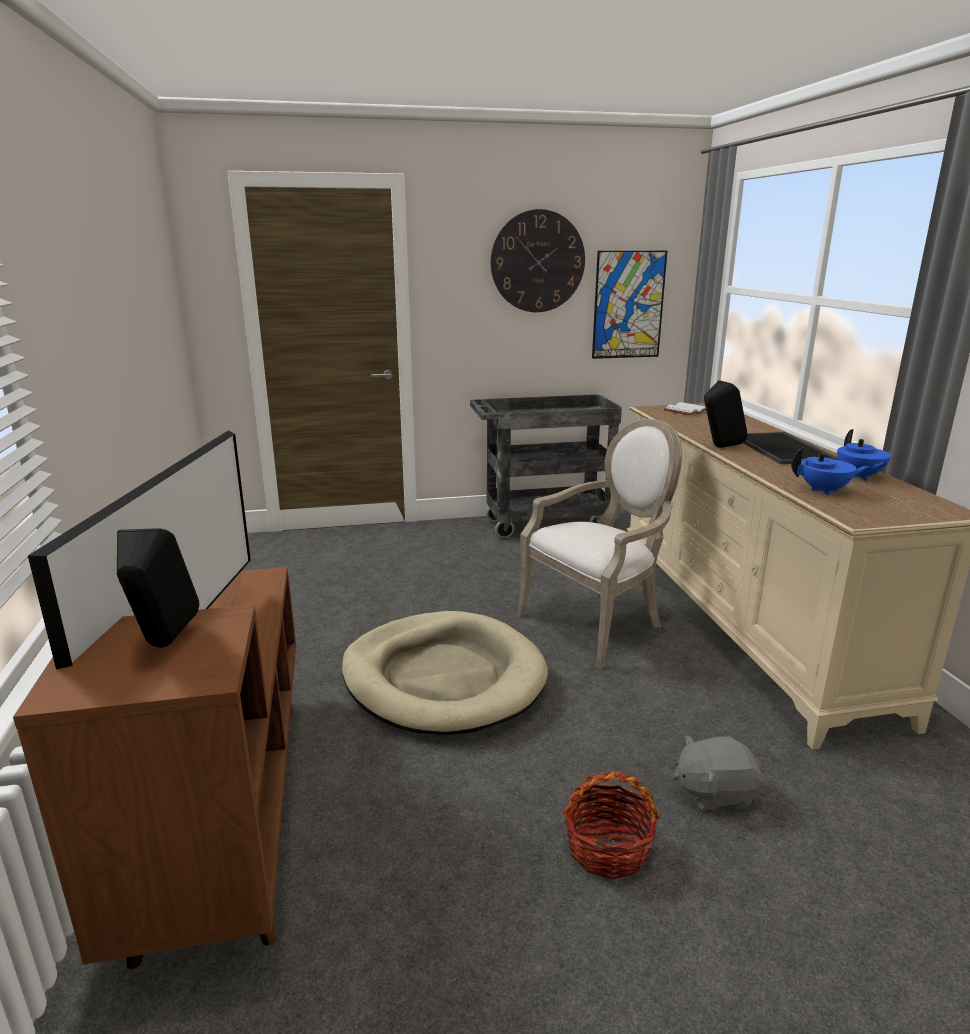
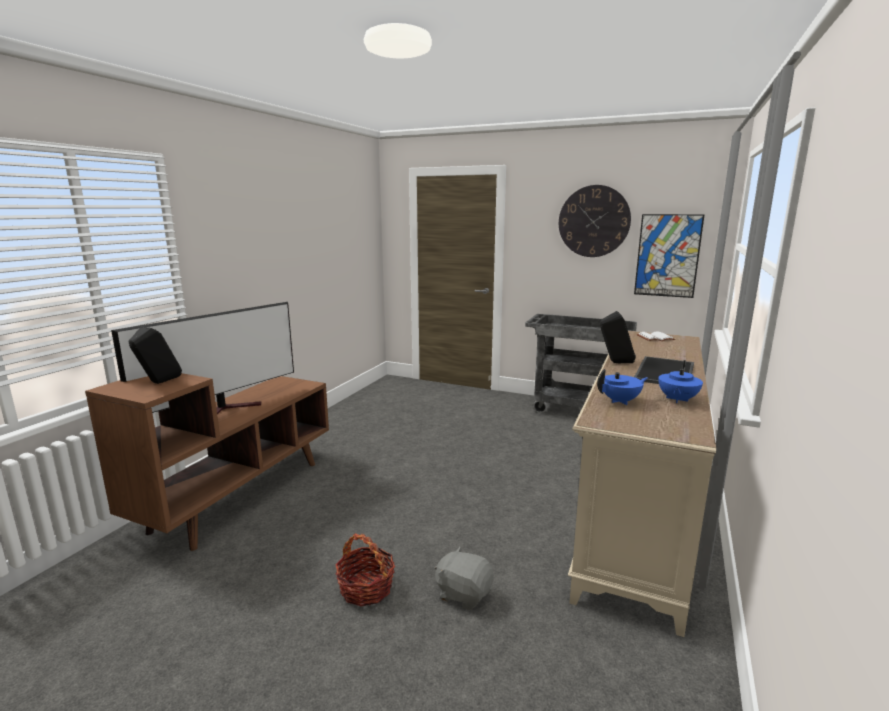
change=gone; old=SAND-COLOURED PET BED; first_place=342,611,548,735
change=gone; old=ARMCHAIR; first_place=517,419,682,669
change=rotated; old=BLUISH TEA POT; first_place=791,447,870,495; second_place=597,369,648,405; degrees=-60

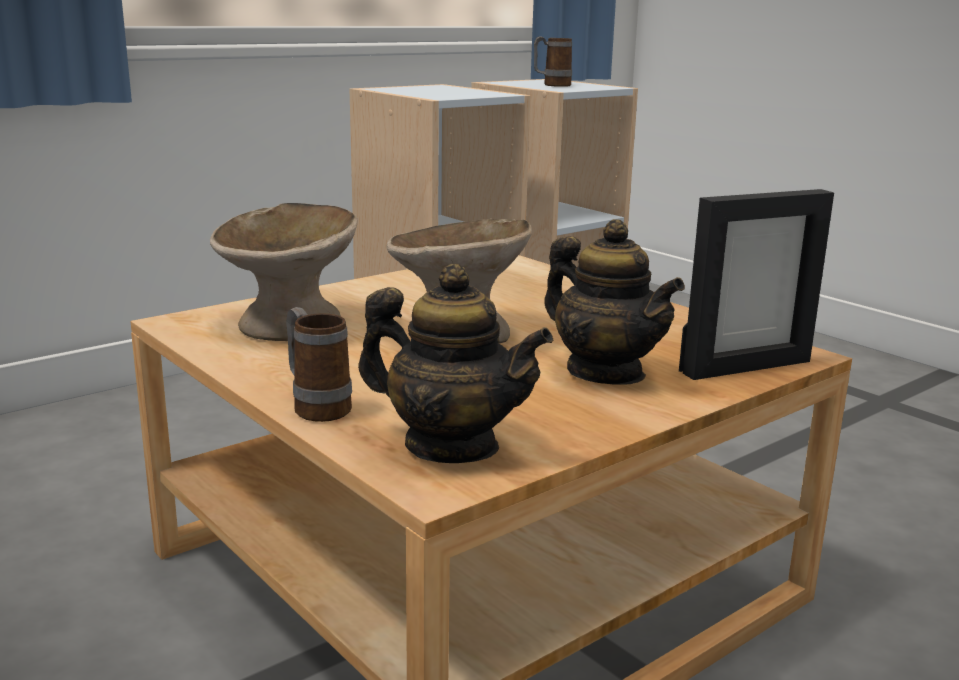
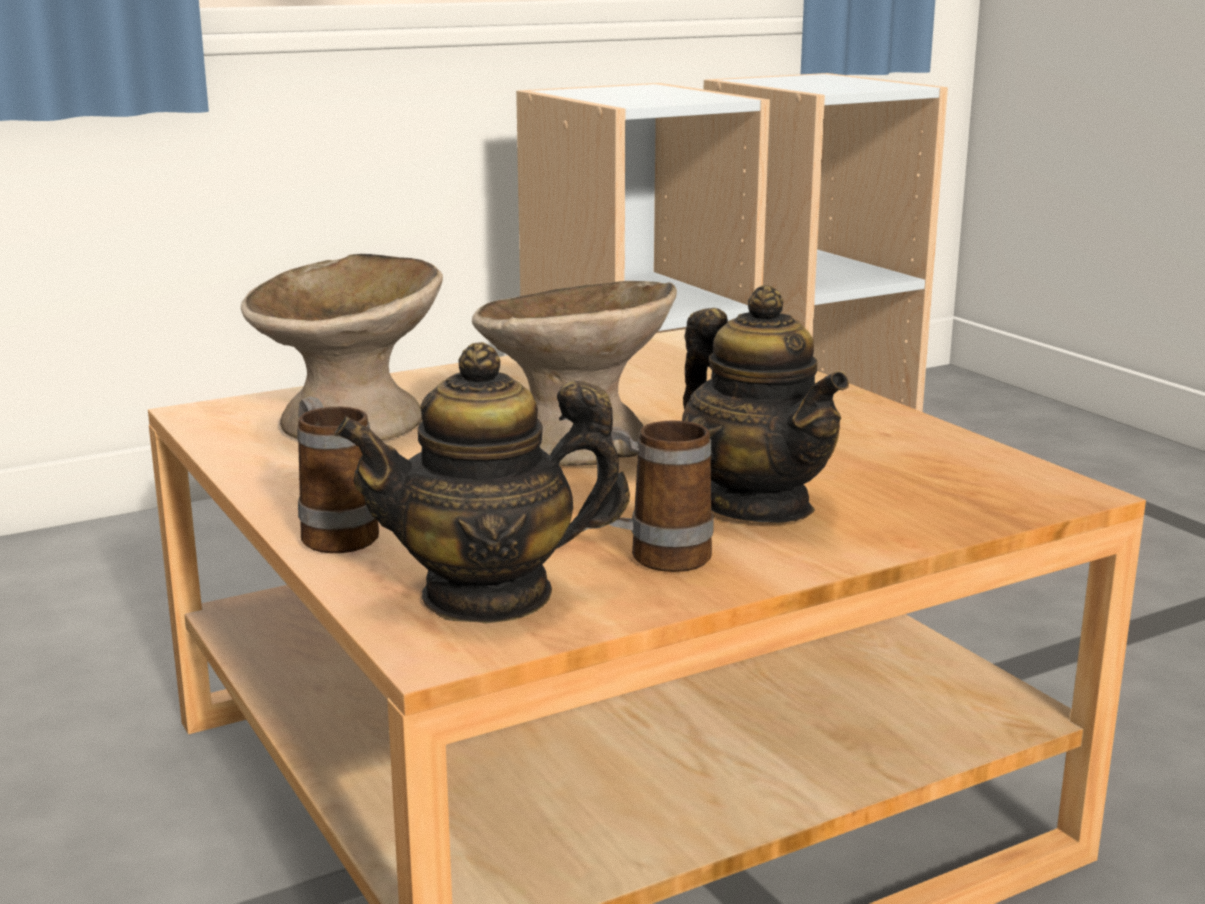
change=rotated; old=TEA POT; first_place=358,264,553,463; second_place=334,342,630,624; degrees=135
change=shifted; old=TEA MUG; first_place=534,36,572,87; second_place=596,421,714,572
change=gone; old=STANDING FRAME; first_place=679,189,834,380

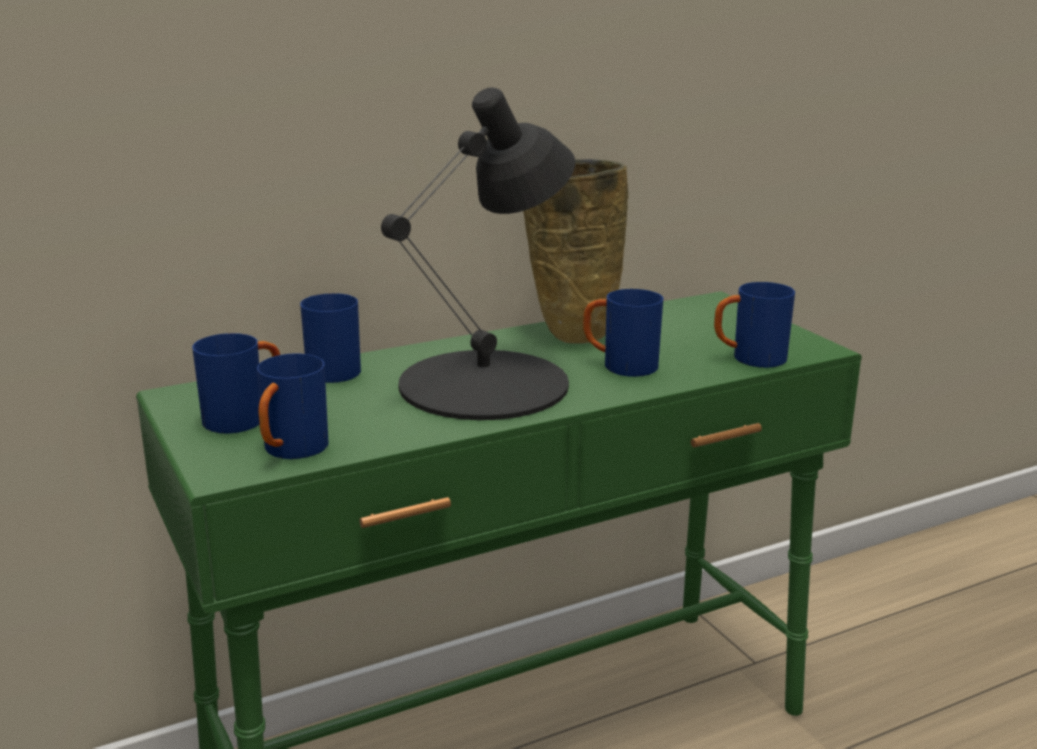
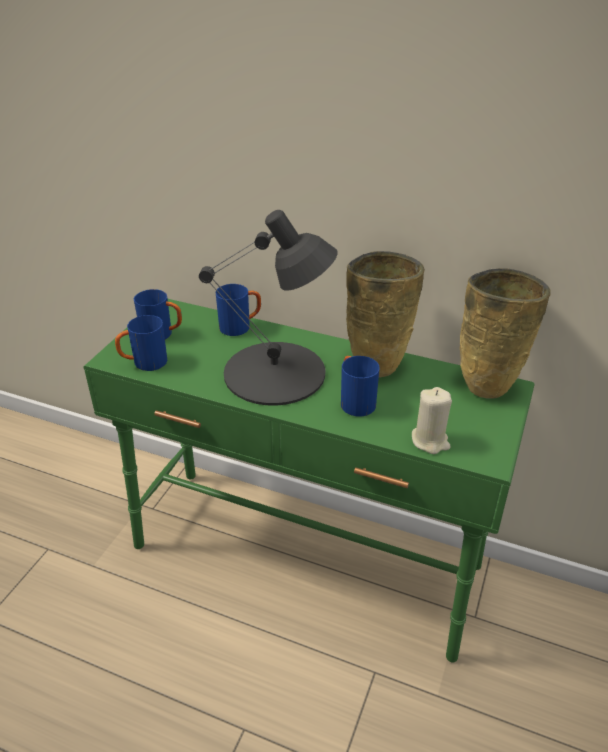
change=swapped; old=BLUISH TEA MUG; new=SAND-COLOURED WAX LIGHT; first_place=714,282,795,368; second_place=412,387,452,454
change=new; new=SAND-COLOURED VASE; second_place=460,268,551,399

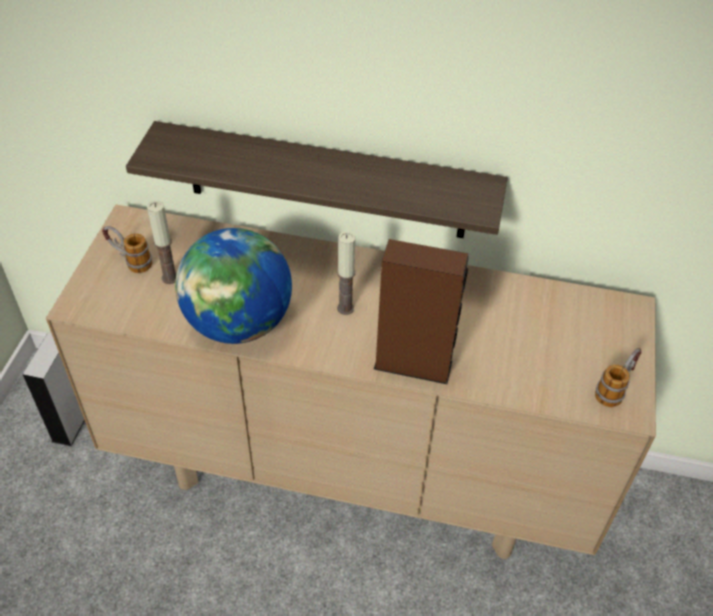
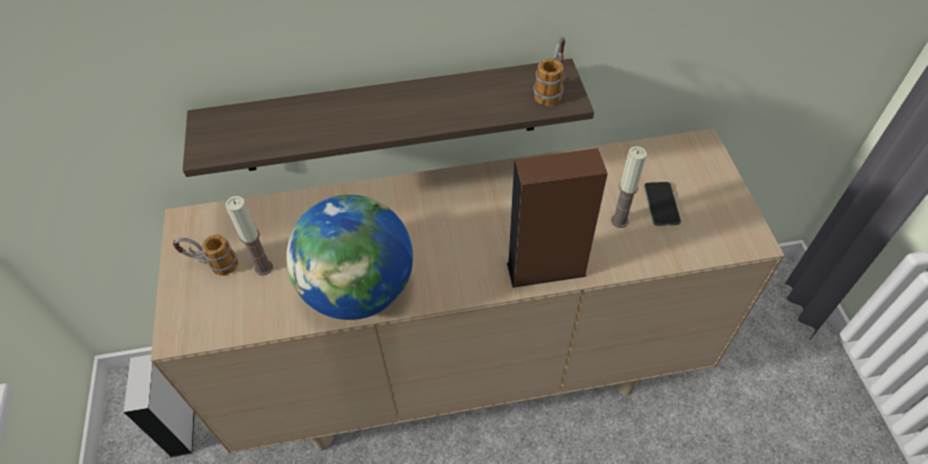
change=shifted; old=WAX LIGHT; first_place=337,231,355,315; second_place=611,146,647,228
change=shifted; old=TEA MUG; first_place=595,348,642,407; second_place=534,37,565,106
change=new; new=PHONE; second_place=644,182,681,226

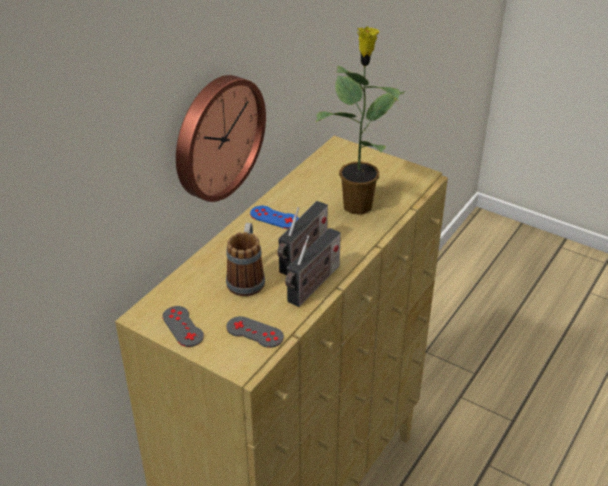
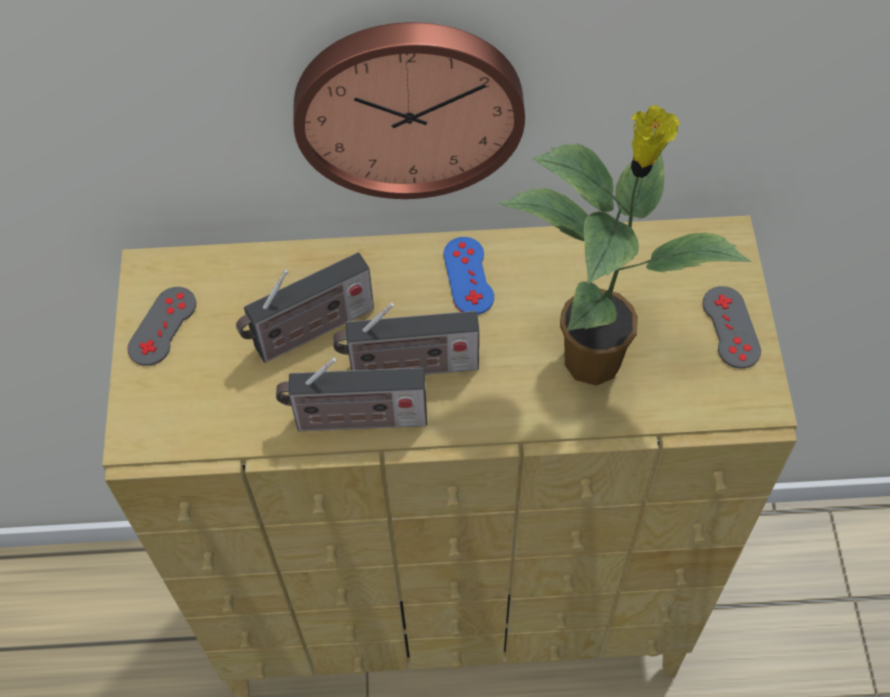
change=swapped; old=TEA MUG; new=RADIO SET; first_place=226,223,265,296; second_place=236,252,374,363
change=shifted; old=GREY GAME CONTROLLER; first_place=226,316,284,348; second_place=702,286,761,369

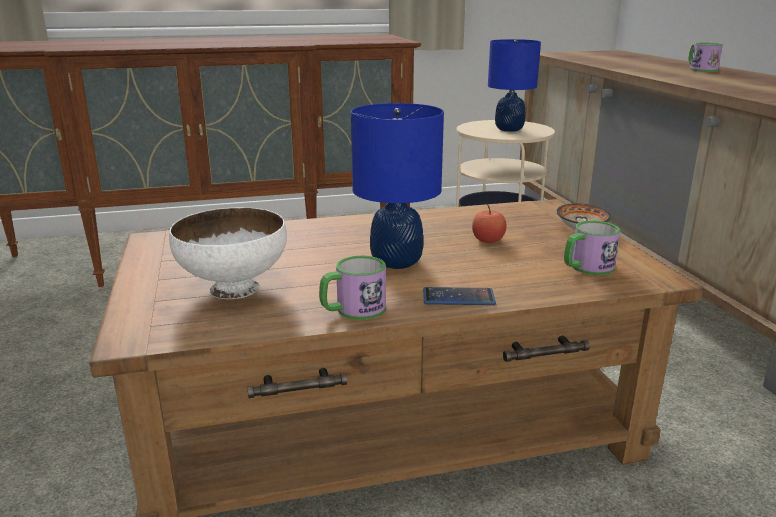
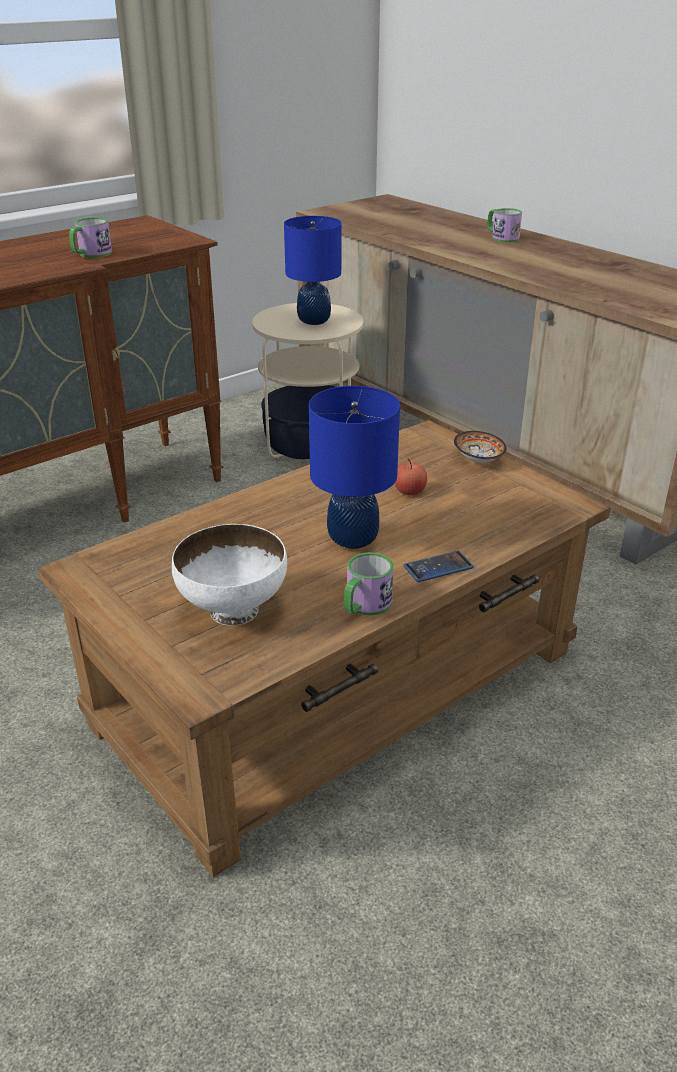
change=shifted; old=TEA MUG; first_place=564,221,620,275; second_place=69,217,112,258

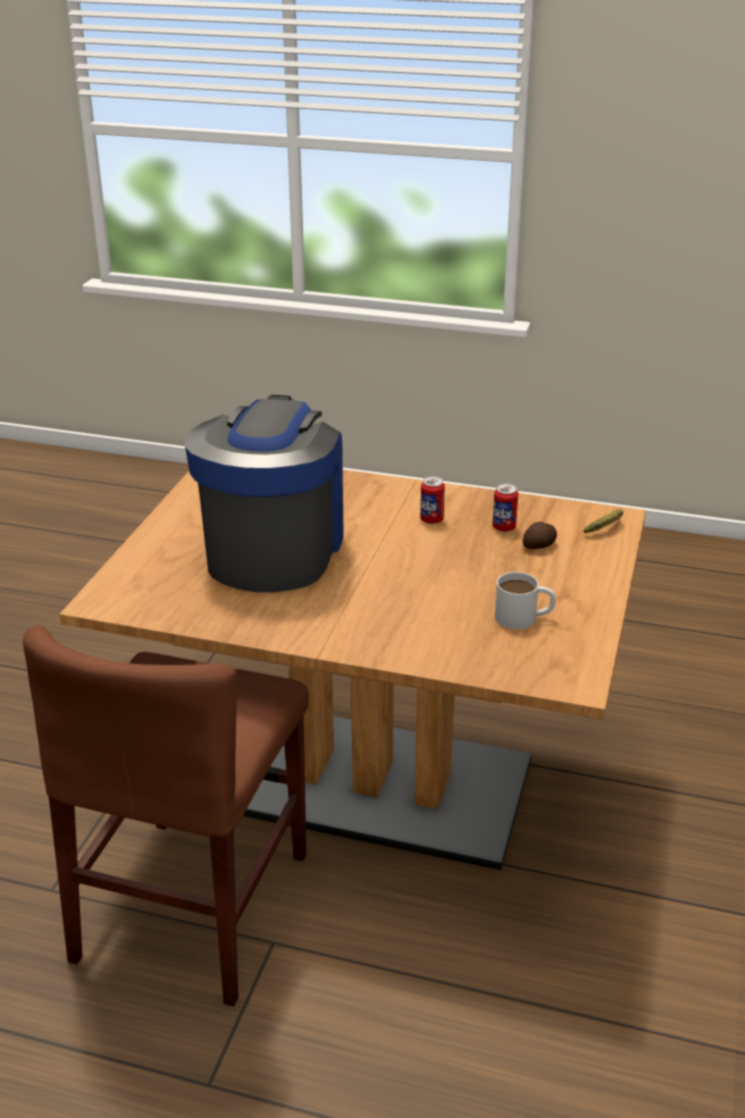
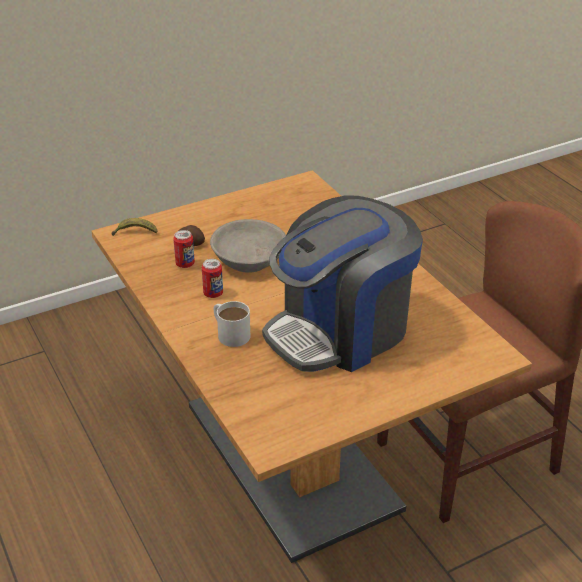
change=shifted; old=WHITISH TEA MUG; first_place=495,572,556,629; second_place=214,301,250,347
change=new; new=GREY BOWL; second_place=210,219,286,273

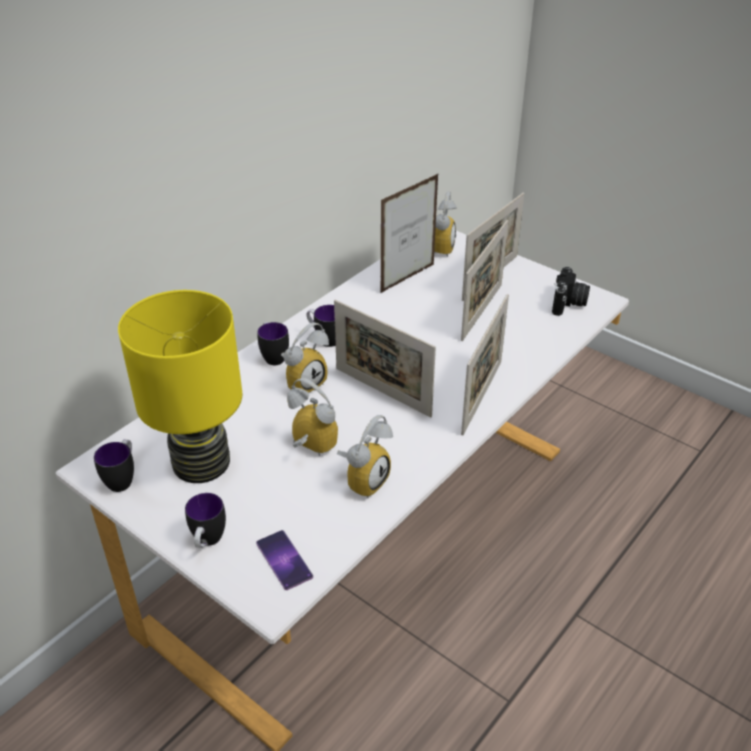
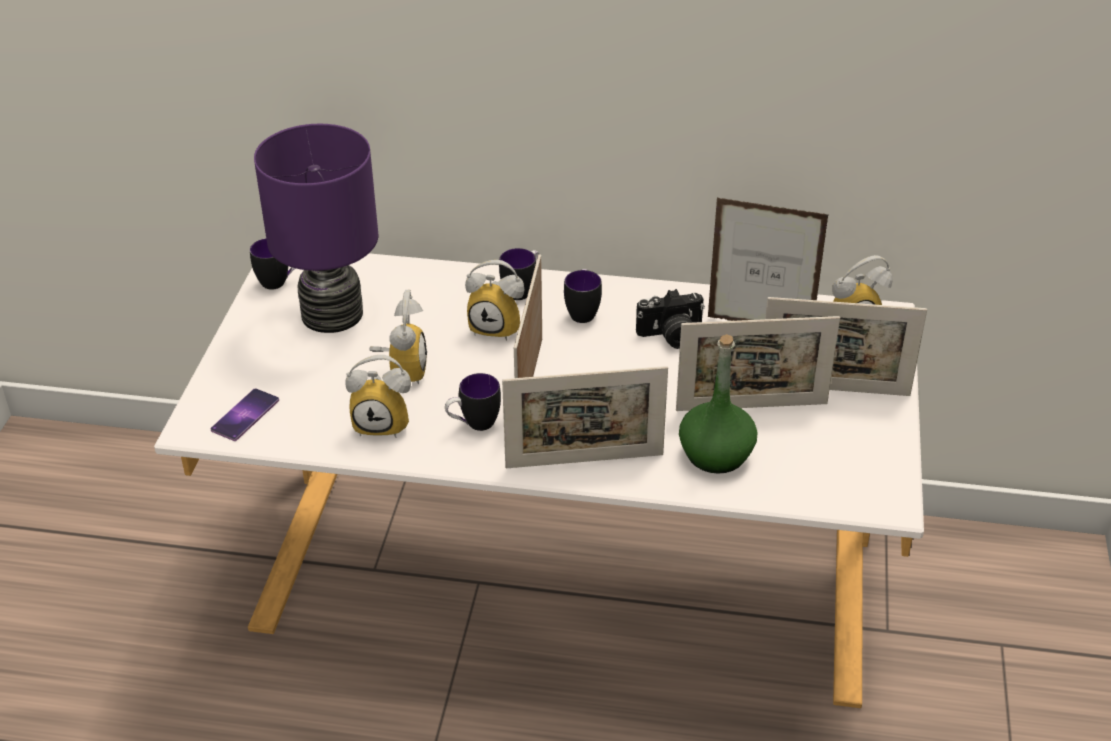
change=repainted; old=YELLOWISH TABLE LAMP; new=PURPLE-COLOURED TABLE LAMP; first_place=118,290,242,483; second_place=254,124,378,333
change=shifted; old=TEA MUG; first_place=185,493,226,548; second_place=445,373,501,431
change=shifted; old=STILL CAMERA; first_place=552,267,590,316; second_place=636,289,705,349
change=new; new=GREEN-COLOURED BEVERAGE BOTTLE; second_place=679,334,757,474

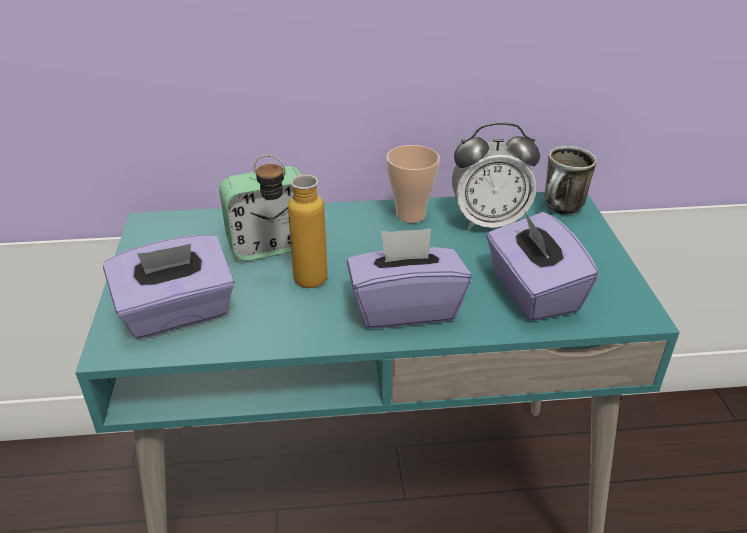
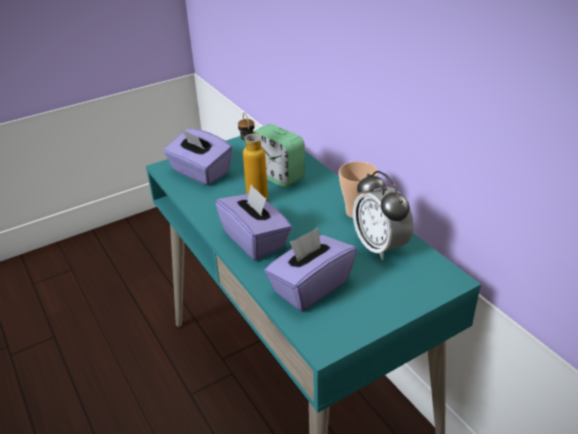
change=gone; old=TEA MUG; first_place=544,146,597,214

